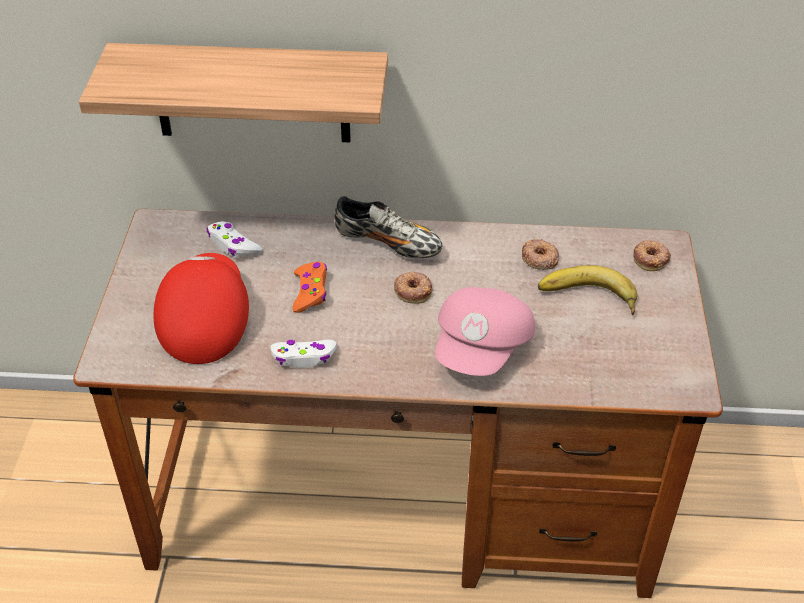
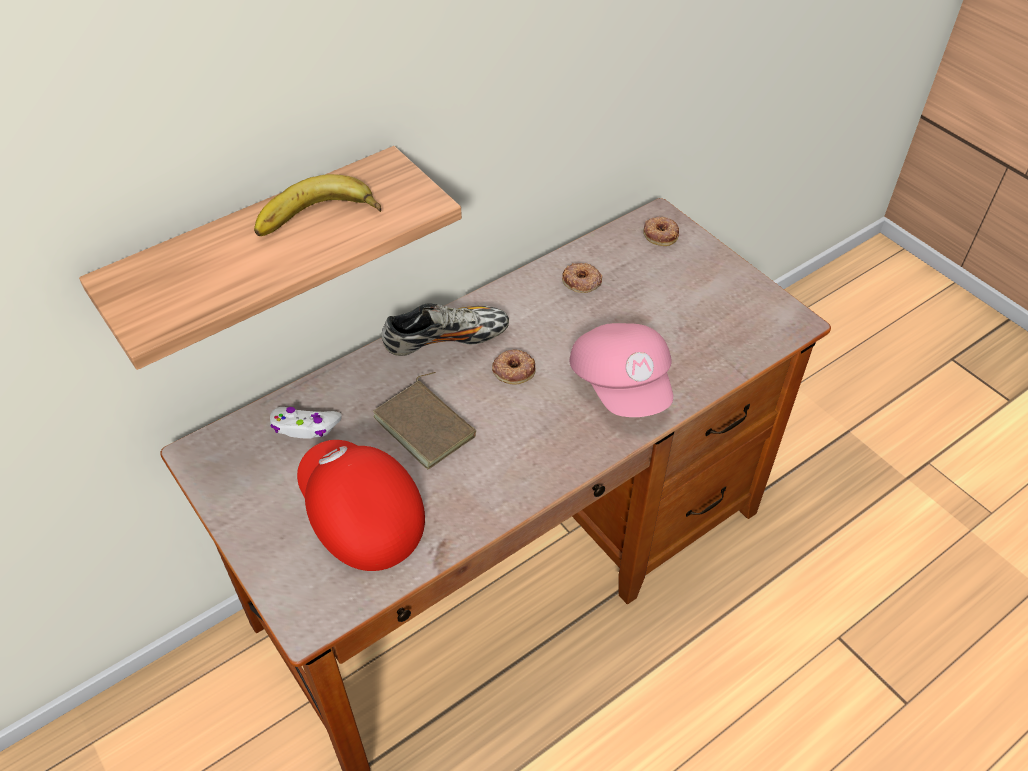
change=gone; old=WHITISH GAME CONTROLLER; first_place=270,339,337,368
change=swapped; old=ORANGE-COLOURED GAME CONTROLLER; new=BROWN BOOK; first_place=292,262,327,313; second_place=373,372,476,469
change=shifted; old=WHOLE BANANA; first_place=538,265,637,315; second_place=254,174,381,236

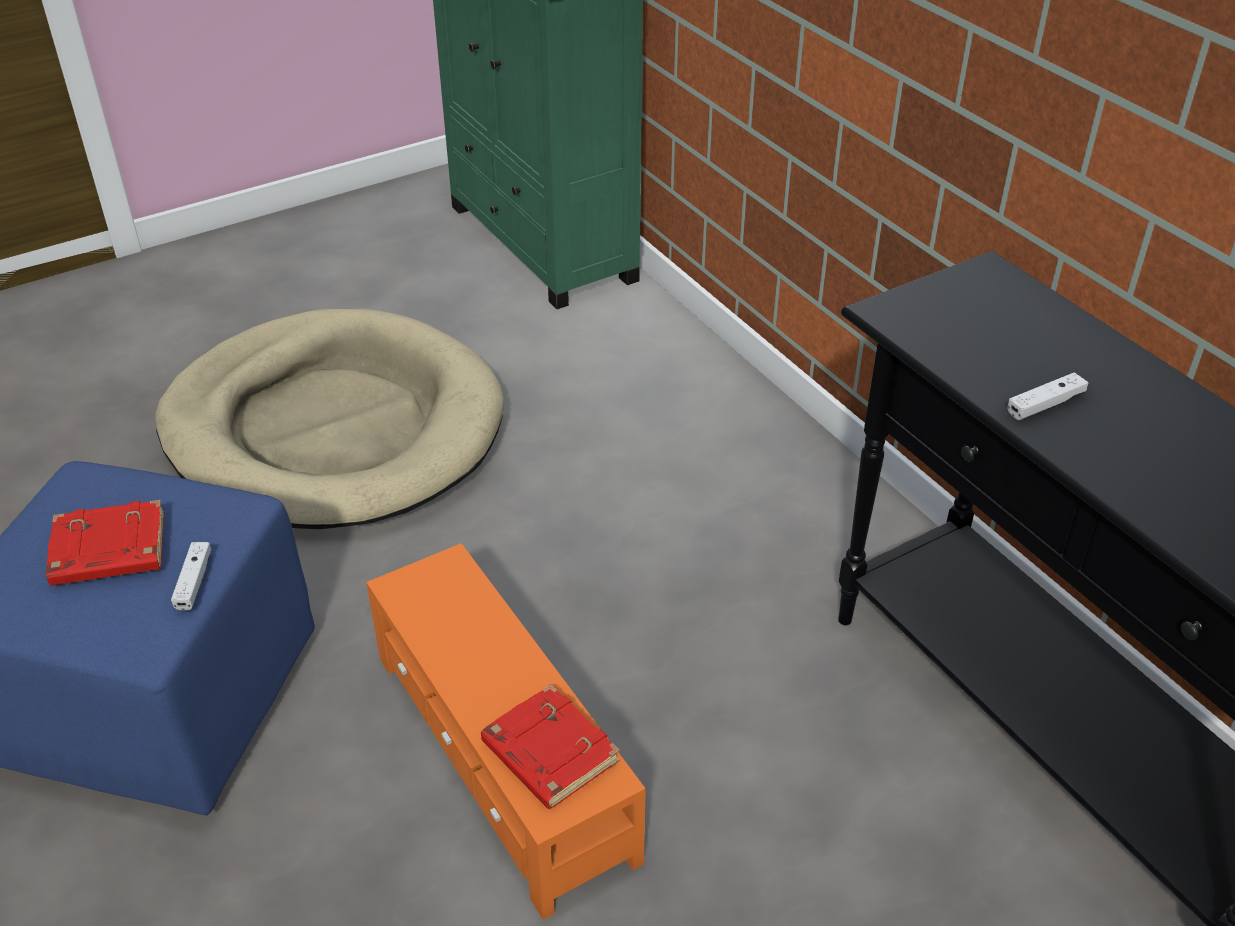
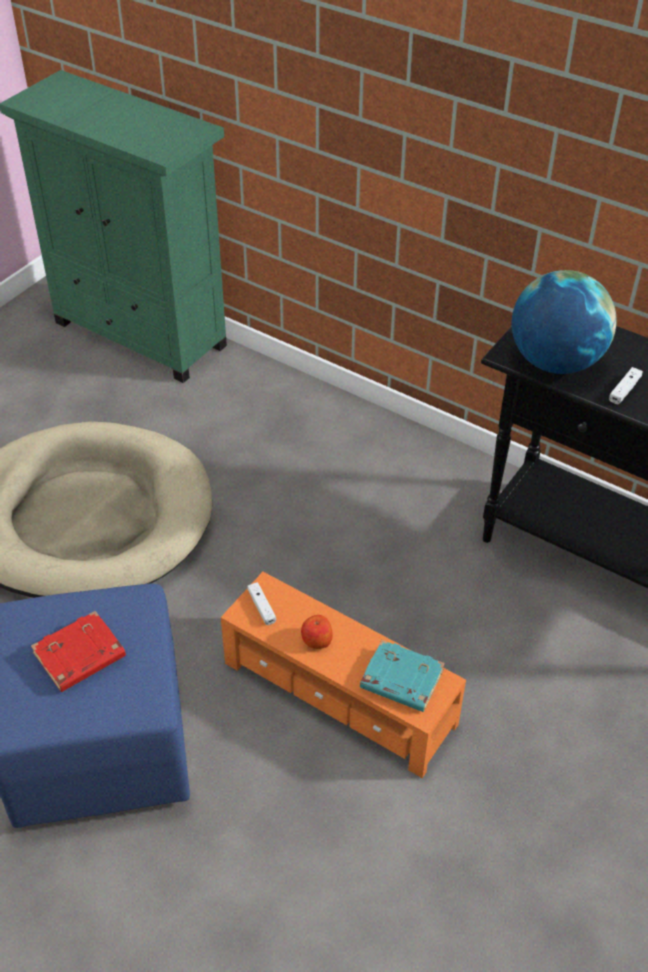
change=shifted; old=WHITISH GAME CONTROLLER; first_place=171,542,212,610; second_place=247,582,276,625
change=repainted; old=RED-COLOURED BOOK; new=BLUE-GREEN BOOK; first_place=481,684,620,809; second_place=360,640,445,712
change=new; new=APPLE FRUIT; second_place=301,615,333,649
change=new; new=DESK GLOBE; second_place=512,270,617,374

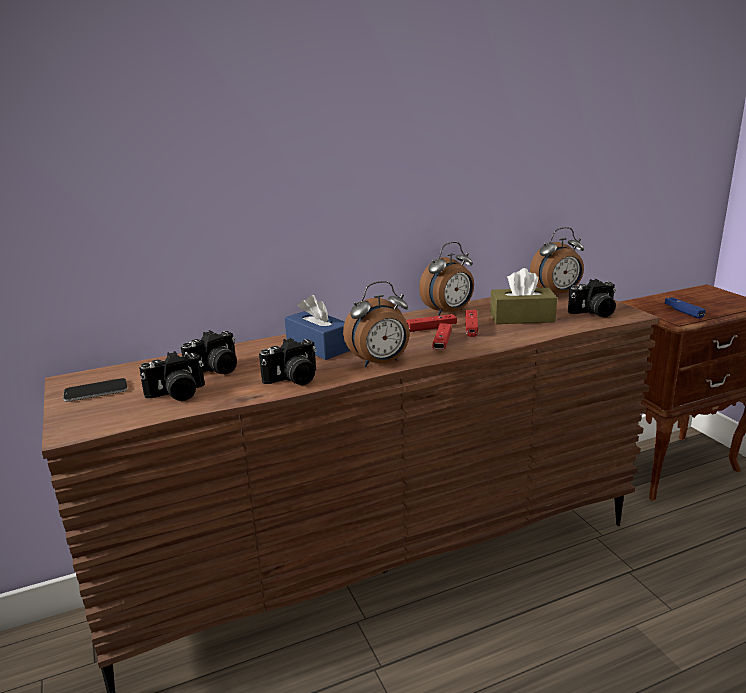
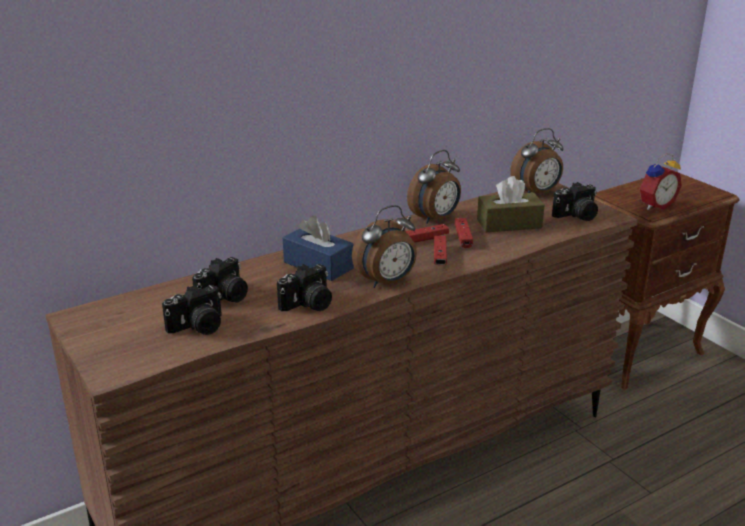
change=gone; old=PHONE; first_place=63,378,127,402
change=swapped; old=BLUISH GAME CONTROLLER; new=TABLE CLOCK; first_place=665,297,706,319; second_place=640,153,682,210

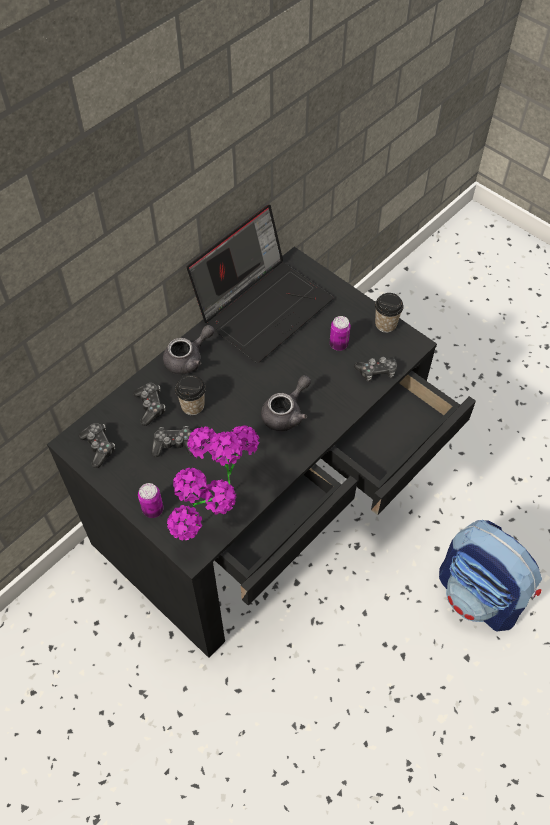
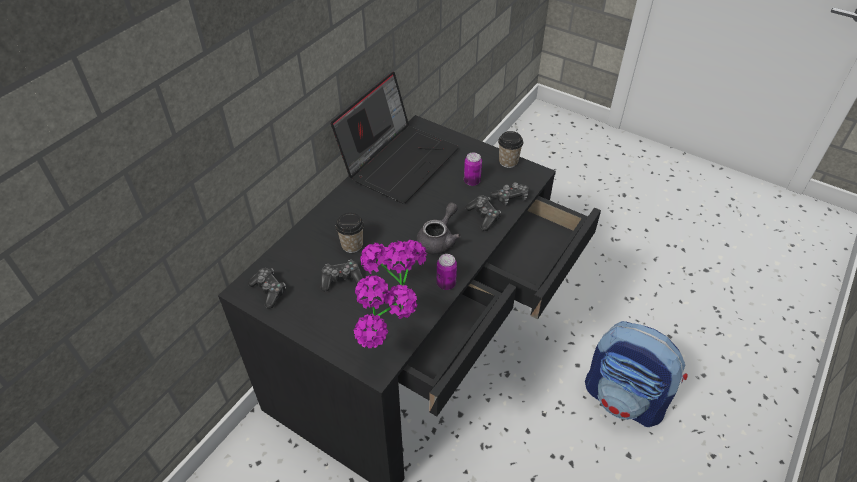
change=shifted; old=GAME CONTROLLER; first_place=134,383,165,426; second_place=465,195,501,231
change=shifted; old=METAL CAN; first_place=138,483,163,518; second_place=437,254,457,290
change=gone; old=GREY TEA POT; first_place=163,325,214,375

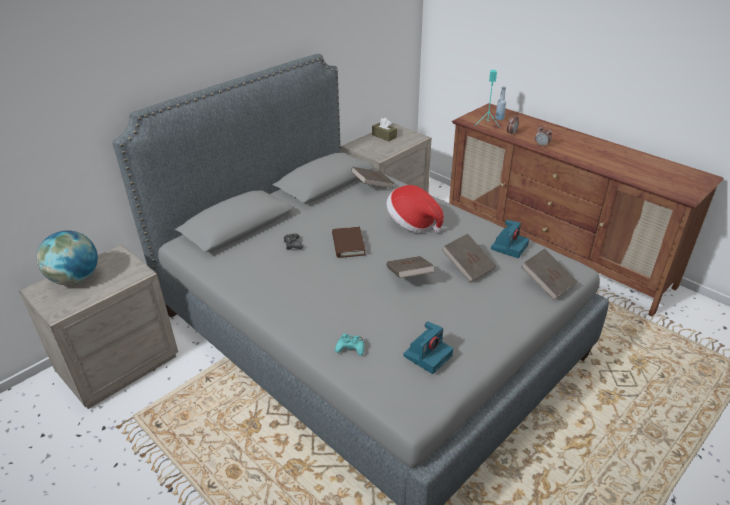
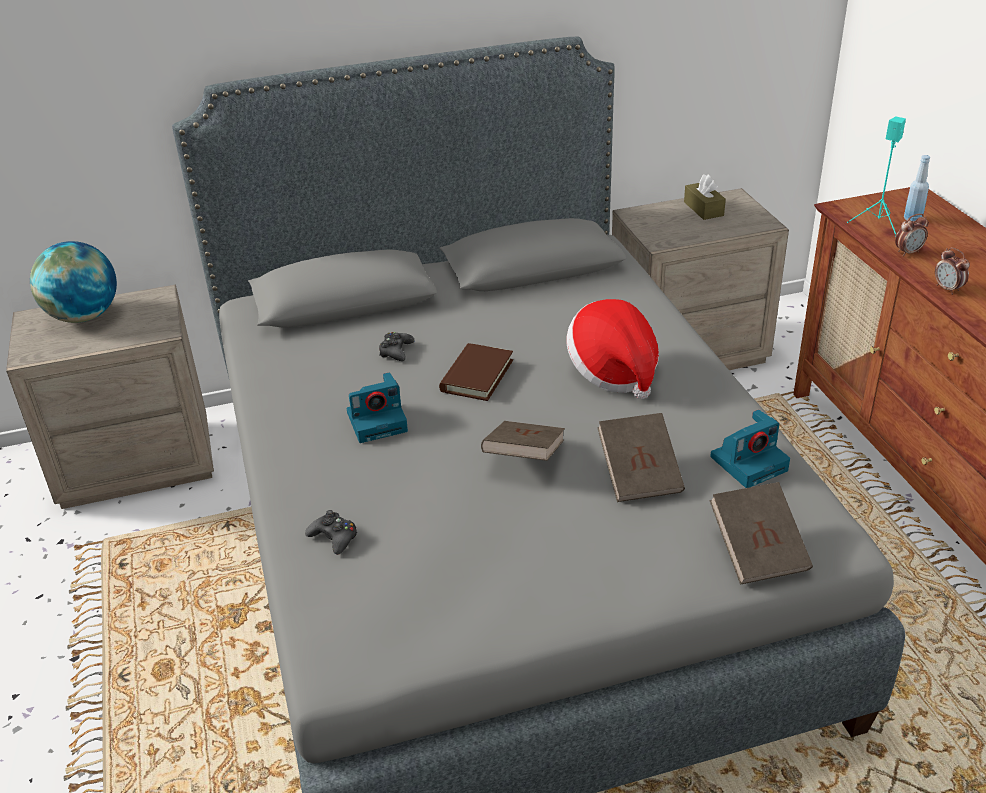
change=repainted; old=BLUE-GREEN GAME CONTROLLER; new=BLACK-COLOURED GAME CONTROLLER; first_place=335,334,364,356; second_place=305,510,357,555
change=gone; old=BROWN BOOK; first_place=351,167,395,188
change=shifted; old=STILL CAMERA; first_place=404,321,453,374; second_place=347,372,408,443

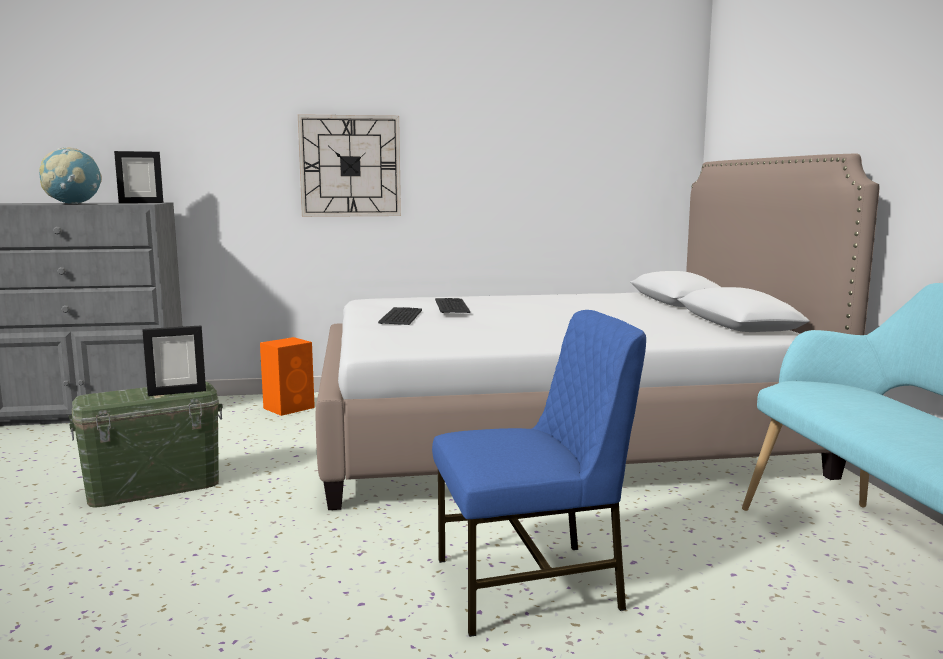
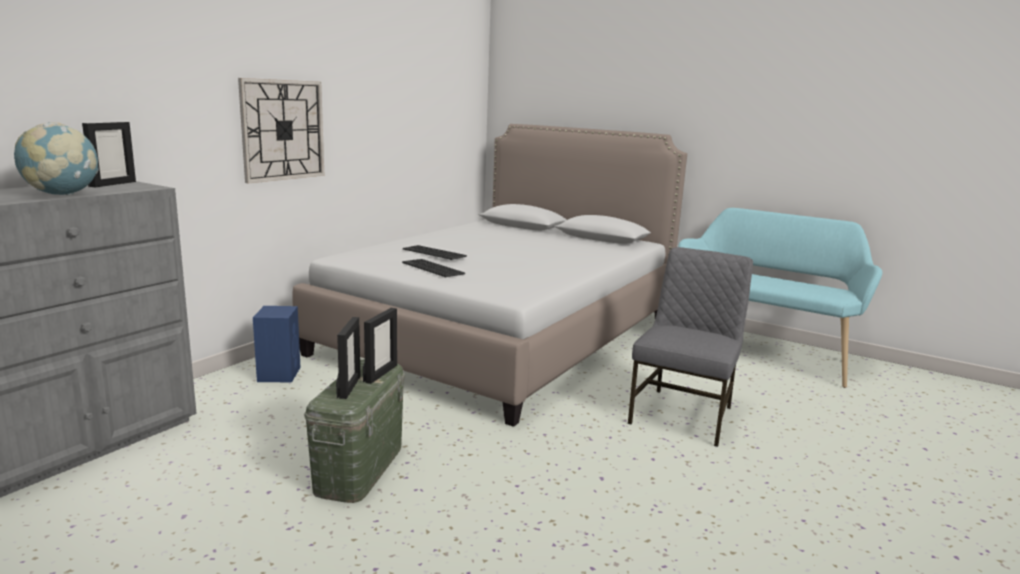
change=repainted; old=ORANGE-COLOURED SPEAKER; new=BLUISH SPEAKER; first_place=260,337,315,416; second_place=253,306,301,382
change=repainted; old=BLUISH UPRIGHT CHAIR; new=GREY UPRIGHT CHAIR; first_place=432,310,646,637; second_place=628,247,753,447
change=new; new=STANDING FRAME; second_place=336,317,360,399

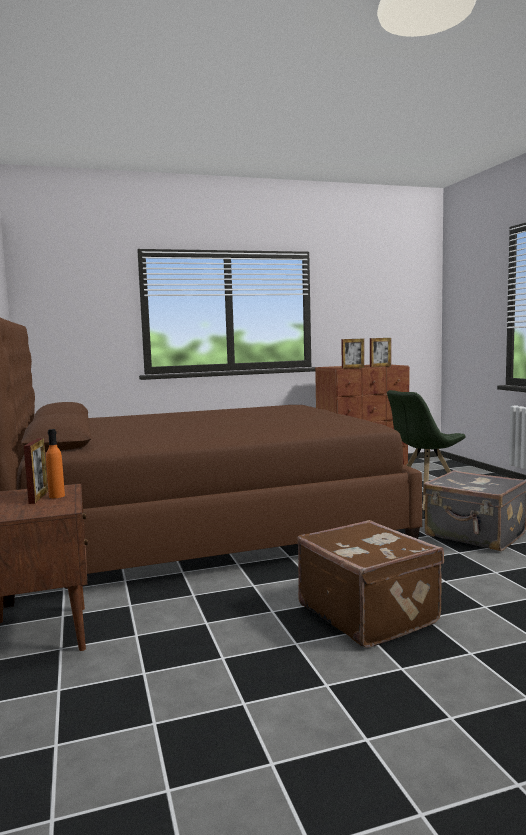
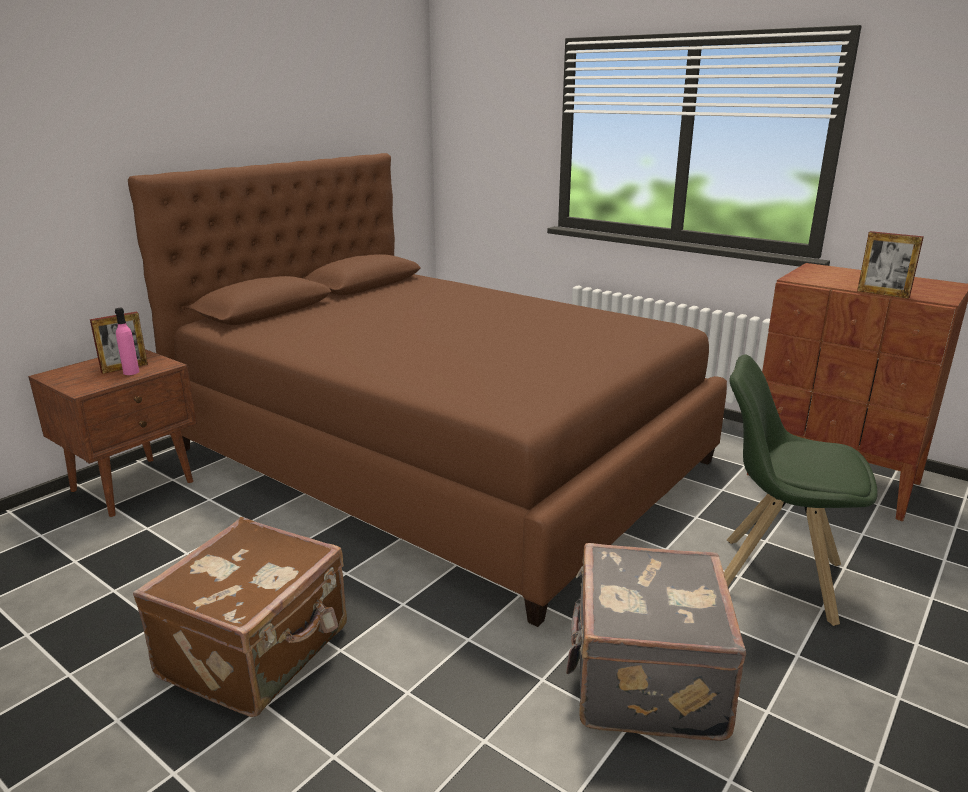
change=repainted; old=ORANGE-COLOURED BEVERAGE BOTTLE; new=PINKISH BEVERAGE BOTTLE; first_place=46,429,65,498; second_place=115,308,139,375
change=gone; old=STANDING FRAME; first_place=341,339,364,369

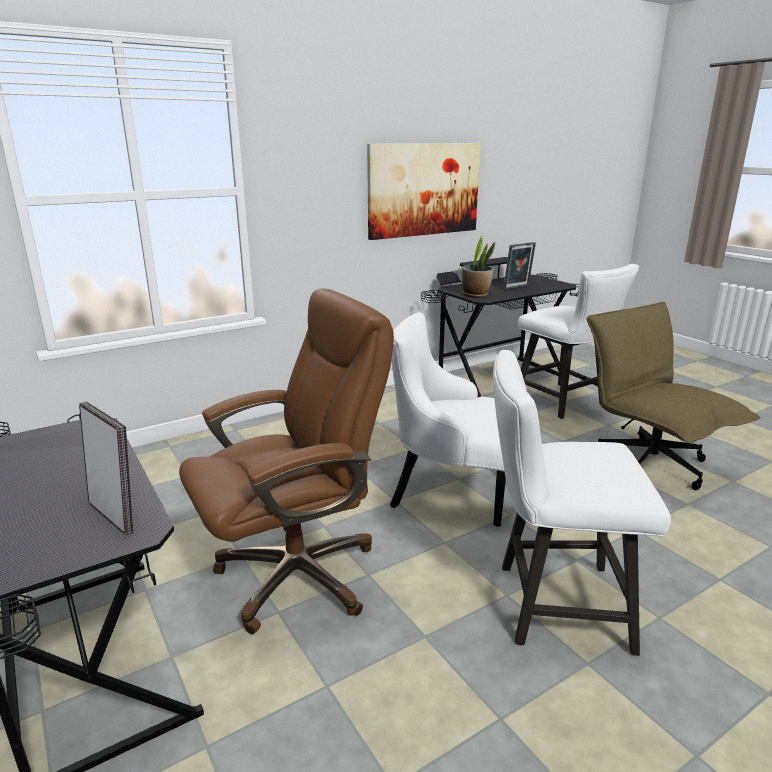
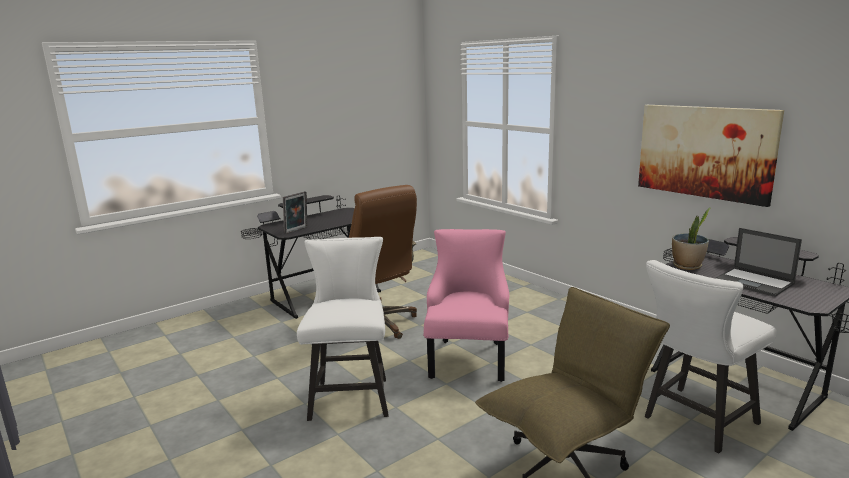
change=repainted; old=WHITISH UPRIGHT CHAIR; new=PINKISH UPRIGHT CHAIR; first_place=390,312,506,527; second_place=423,229,509,382
change=swapped; old=STANDING FRAME; new=LAPTOP; first_place=503,242,536,289; second_place=715,228,802,297

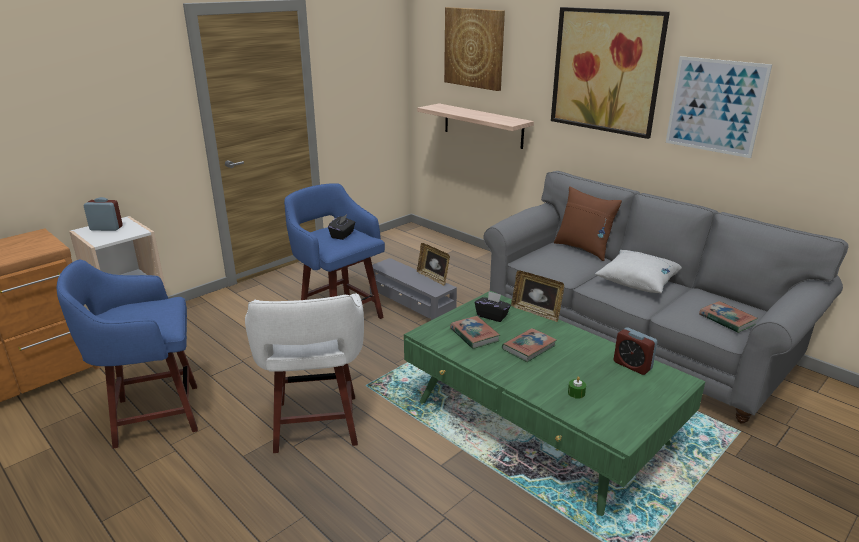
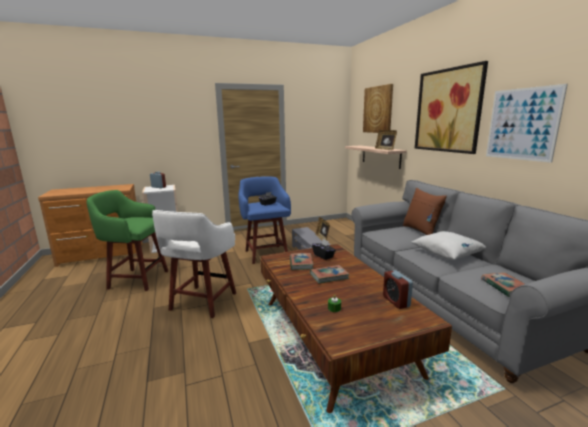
change=repainted; old=BLUISH STOOL; new=GREEN-COLOURED STOOL; first_place=57,260,198,449; second_place=87,190,168,291
change=repainted; old=GREEN-COLOURED LOW TABLE; new=BROWN LOW TABLE; first_place=404,291,705,516; second_place=261,244,452,413
change=shifted; old=STANDING FRAME; first_place=511,270,564,322; second_place=375,130,397,150

